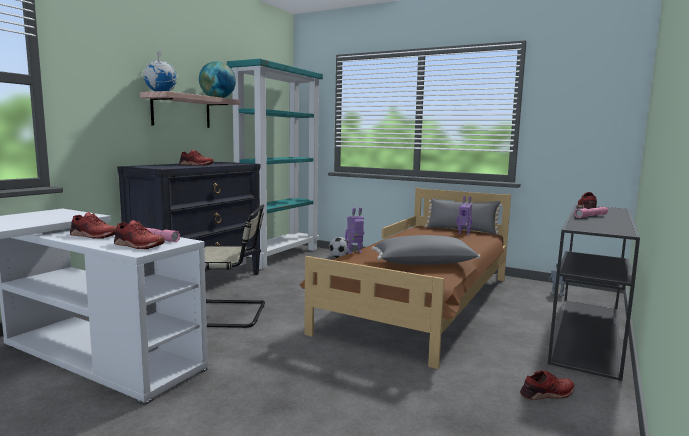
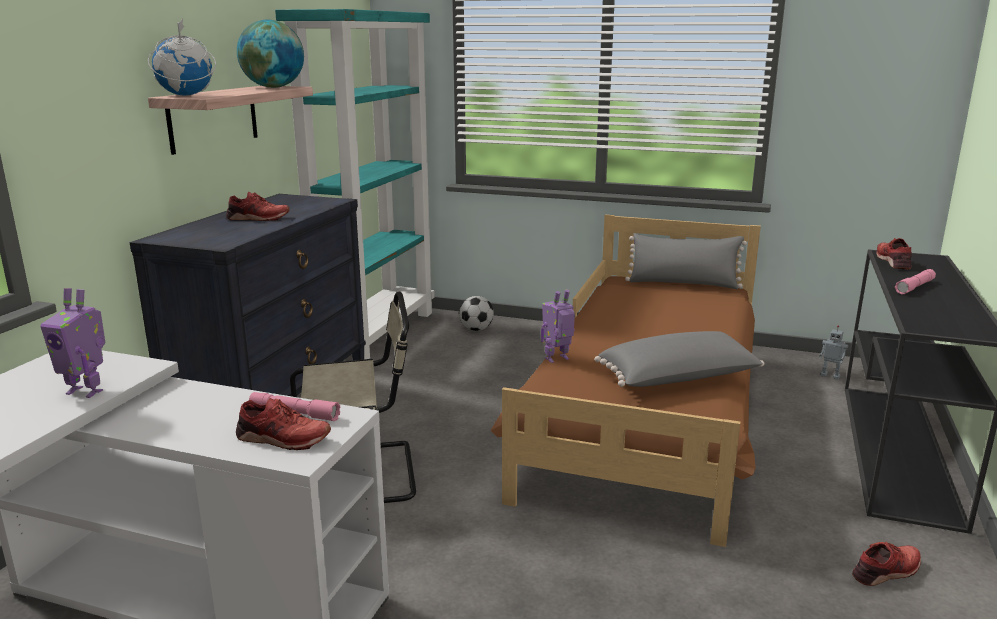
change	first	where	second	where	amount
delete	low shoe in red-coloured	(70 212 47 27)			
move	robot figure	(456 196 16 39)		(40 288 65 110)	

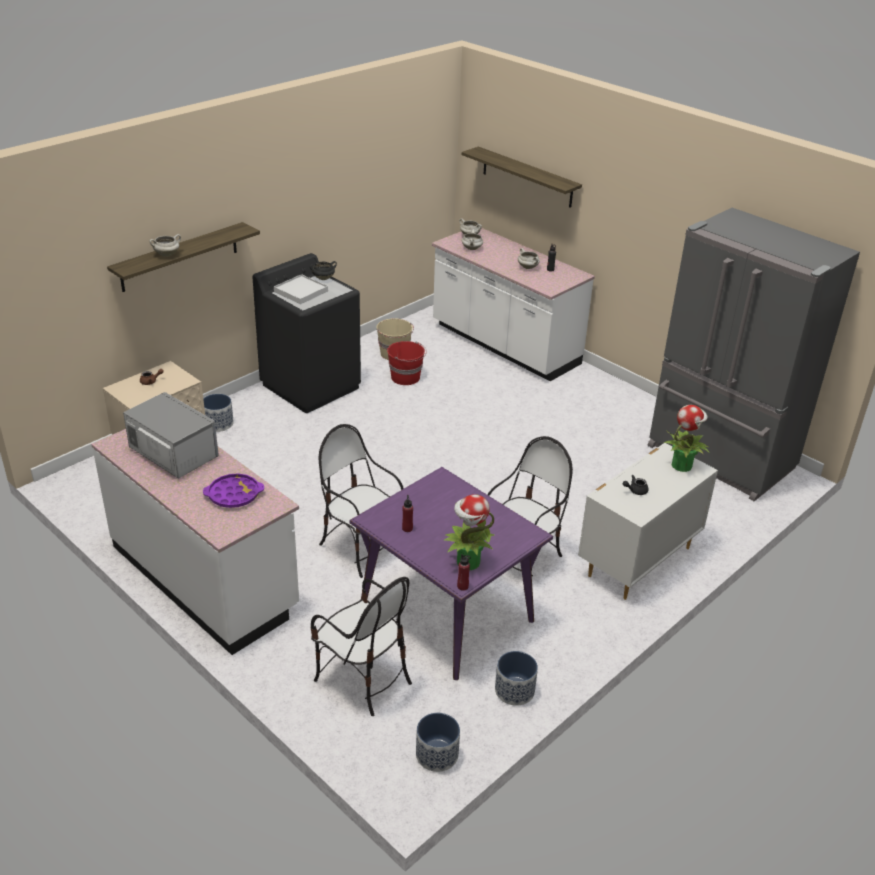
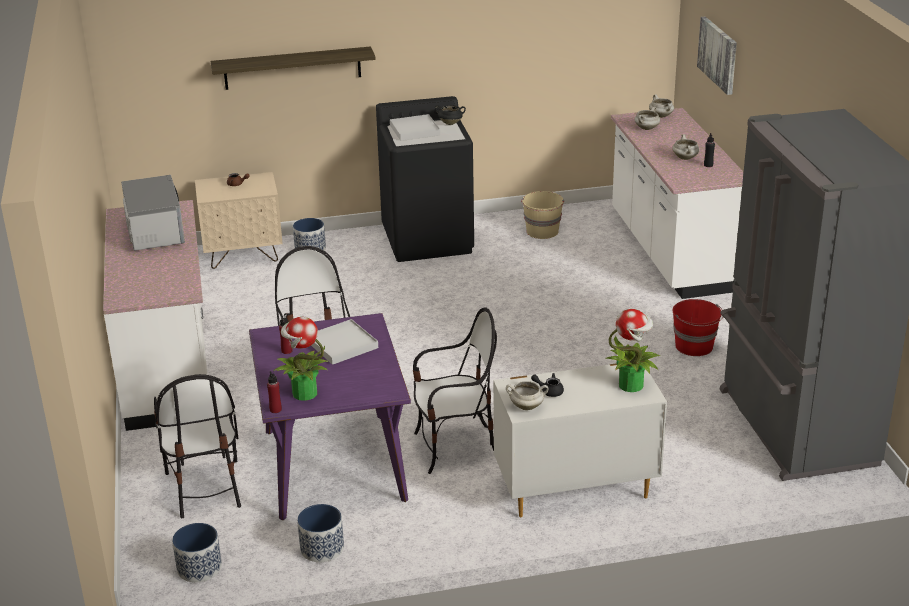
change	first	where	second	where	amount
move	stockpot in white-coloured	(149 234 32 23)		(506 381 43 29)	
delete	tray in purple-coloured	(203 474 61 34)			
move	bucket in red-coloured	(387 341 40 44)		(672 299 51 57)	
replace	wall shelf	(462 147 120 61)	wall picture	(697 16 40 79)	
insert			tray in white-coloured	(311 319 67 46)	

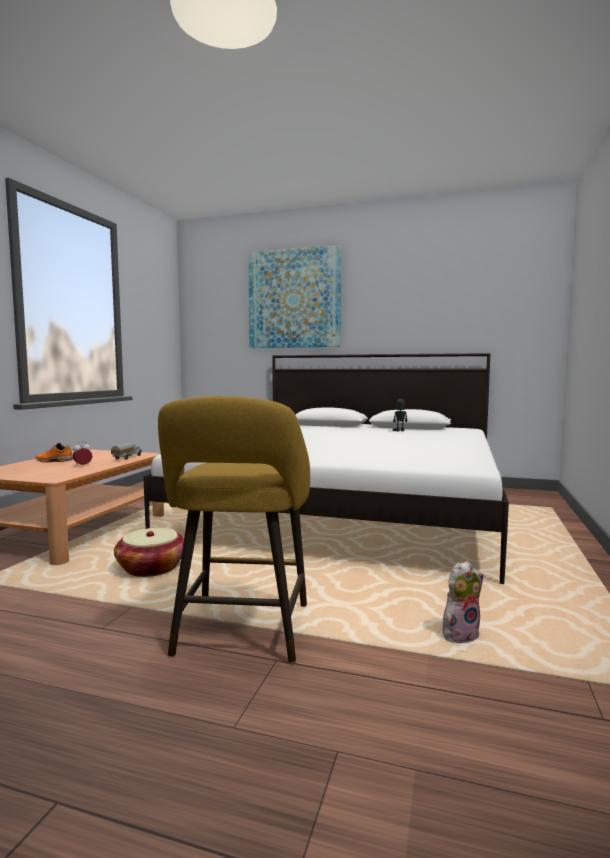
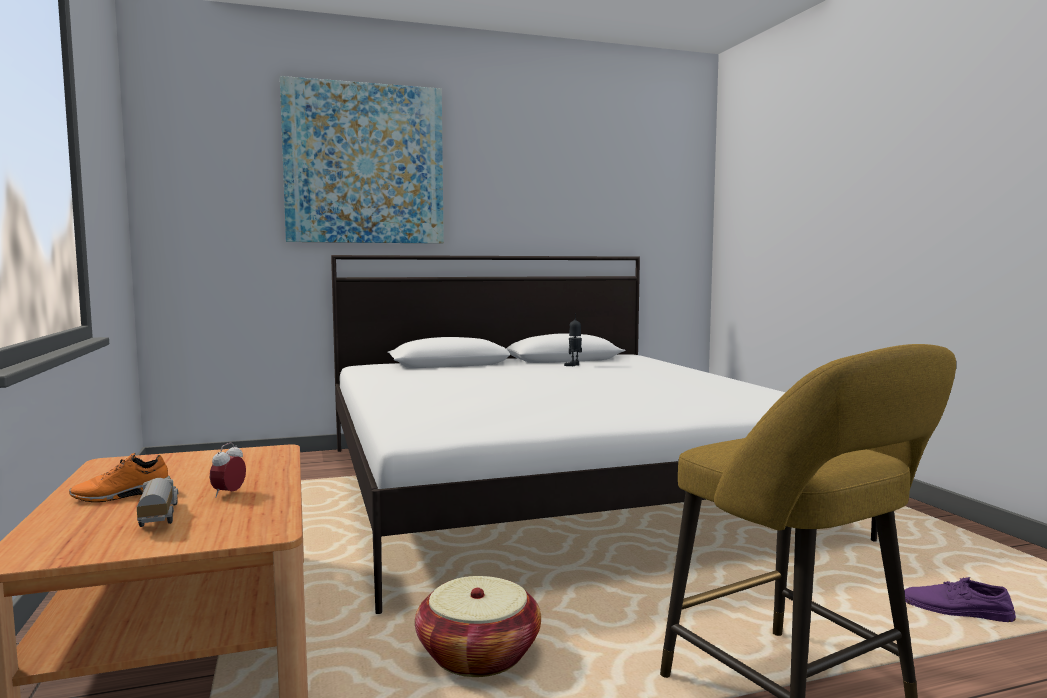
change	first	where	second	where	amount
move	toy lorry	(111 443 32 17)		(137 478 42 49)	
replace	plush toy	(442 561 41 82)	low shoe in purple-coloured	(904 577 112 45)	

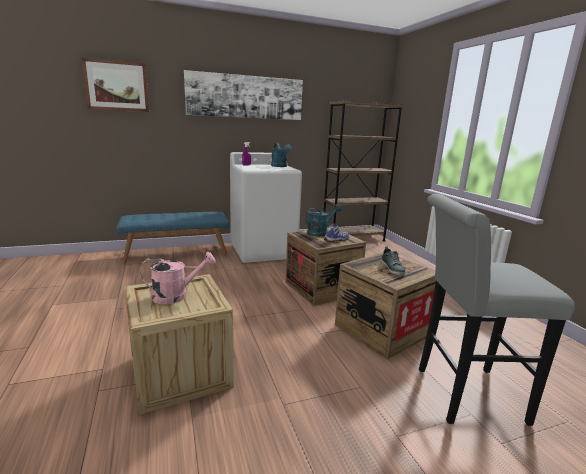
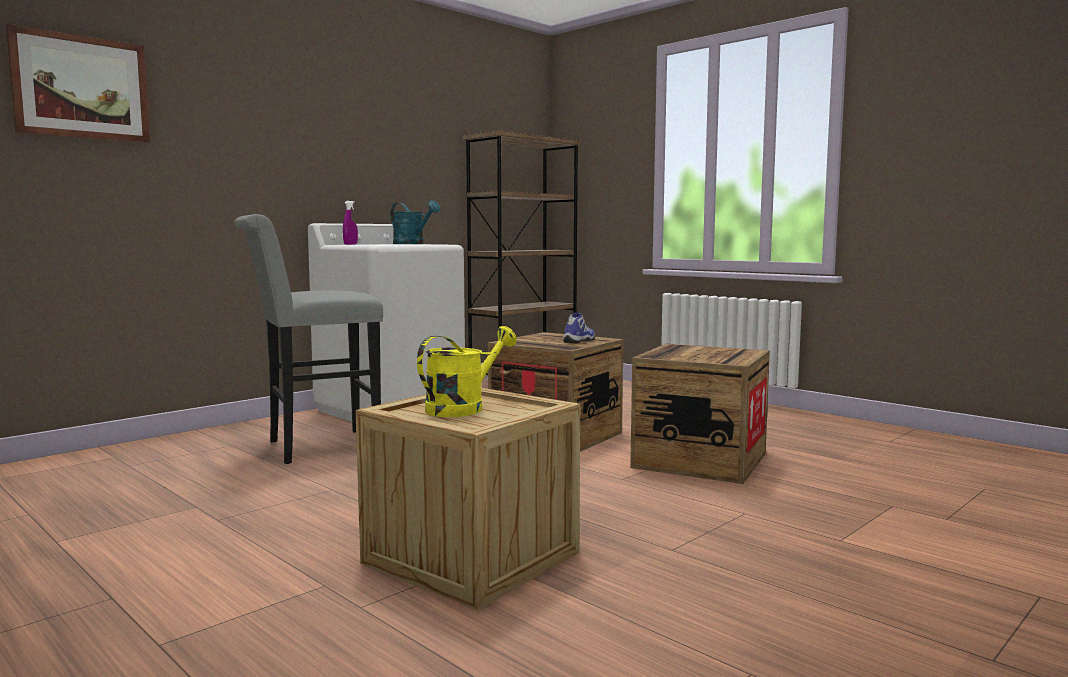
change	first	where	second	where	amount
delete	bench in blue-coloured	(116 212 113 51)			
recolor	sprinkling can in pink	(140 252 75 52)	sprinkling can in yellowish	(417 326 100 91)	
delete	wall picture	(184 70 119 50)			
delete	sprinkling can in turquoise	(305 204 37 32)			
delete	low shoe	(381 246 24 30)			
move	stool seat in grey	(419 194 156 232)		(234 214 149 250)	

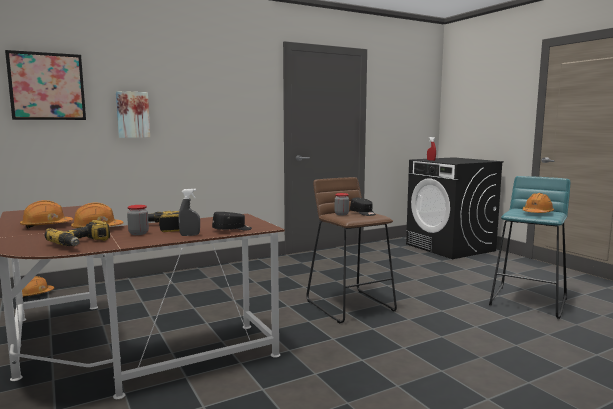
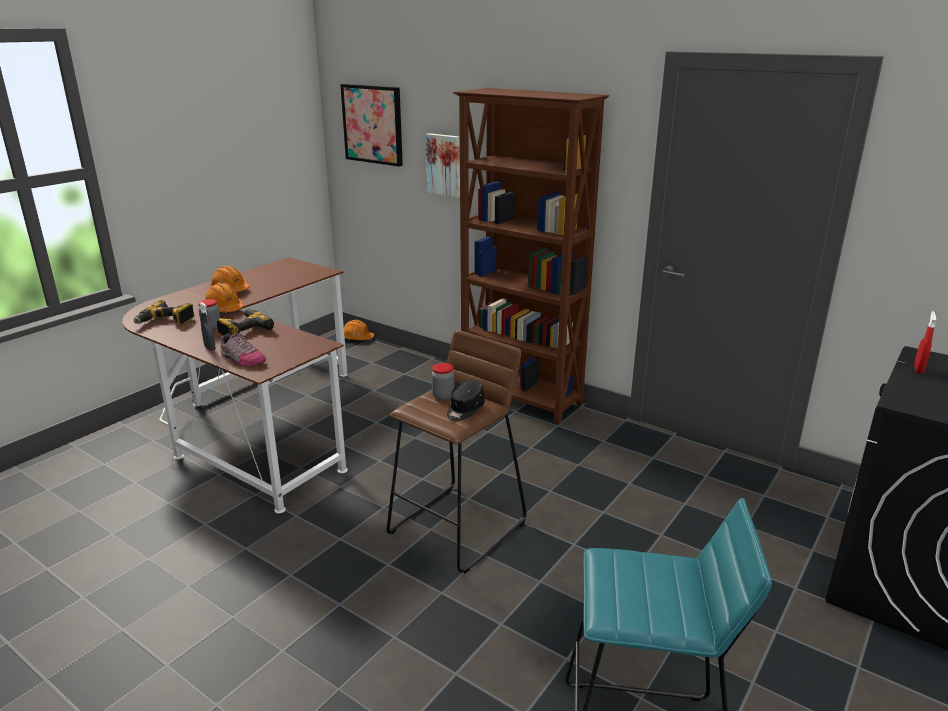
change	first	where	second	where	amount
replace	peaked cap in blackish	(212 212 40 19)	low shoe	(220 333 46 33)	
delete	hard hat in orangey	(522 193 32 20)			
insert			bookshelf in brown-coloured	(453 88 156 336)	

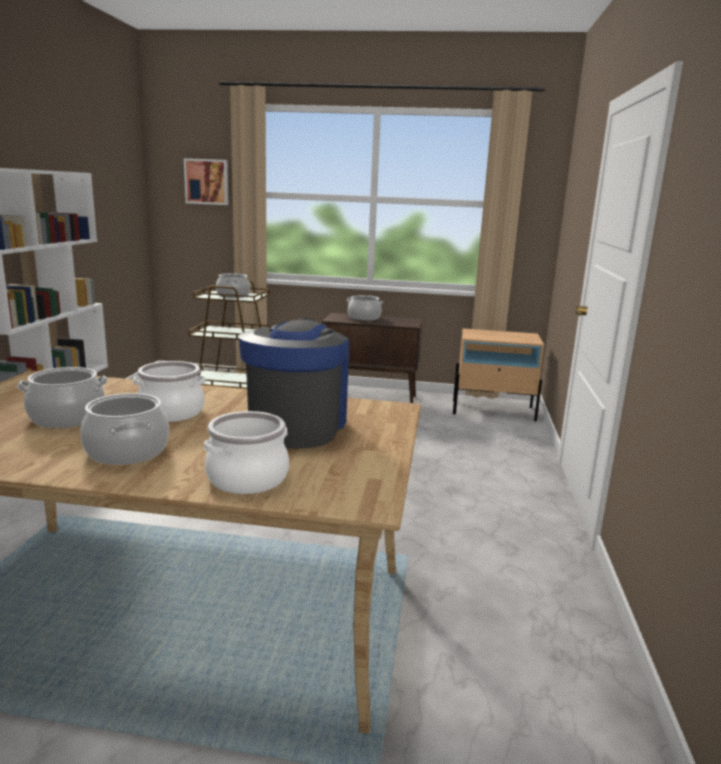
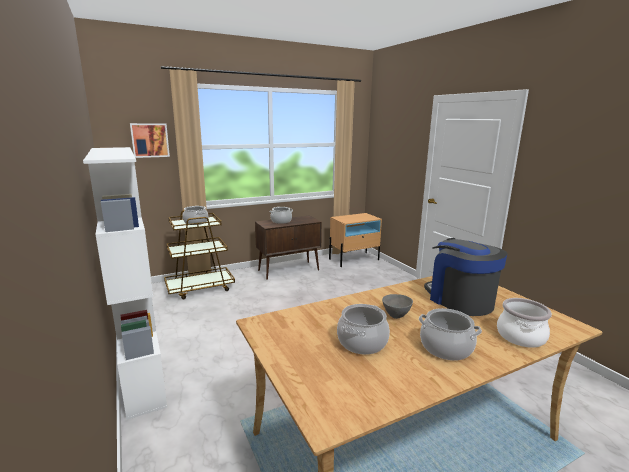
change	first	where	second	where	amount
replace	stockpot	(133 361 73 61)	serving bowl in grey	(382 294 31 25)	

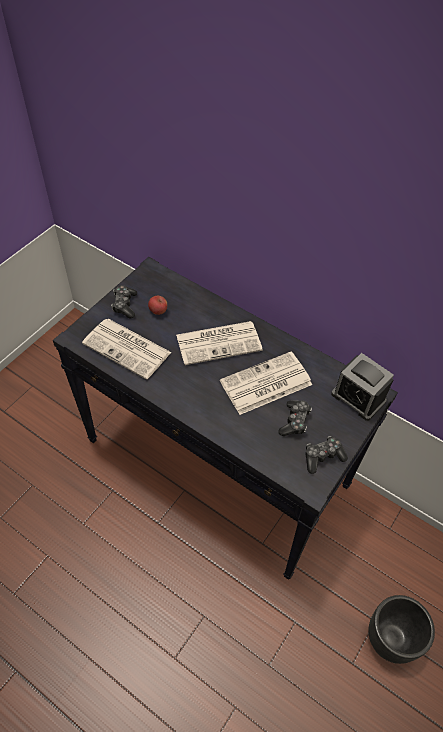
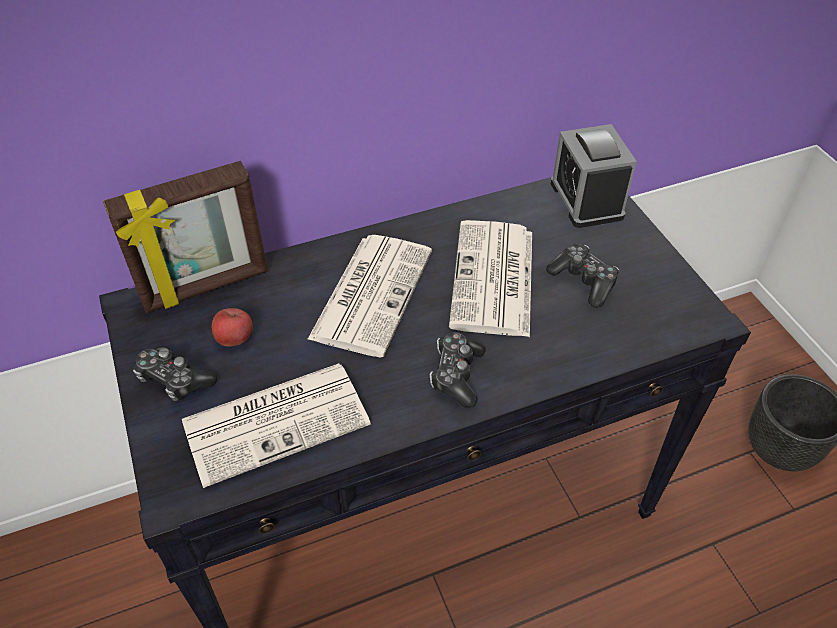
change	first	where	second	where	amount
move	game controller	(305 436 43 38)		(429 332 57 76)	
rotate	alarm clock	(331 353 63 68)		(551 124 86 104)	90 degrees clockwise
insert			standing frame	(103 161 165 152)	

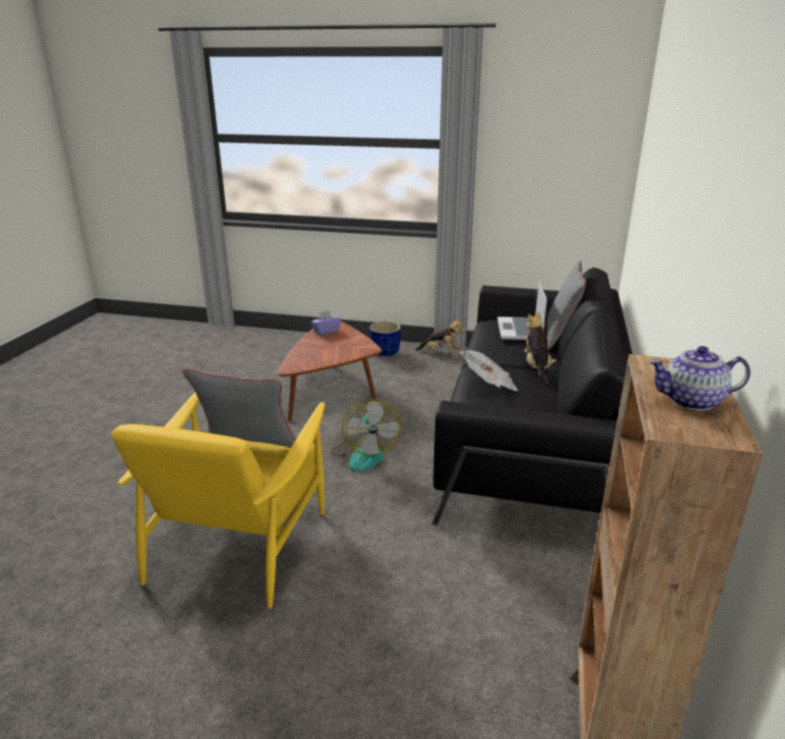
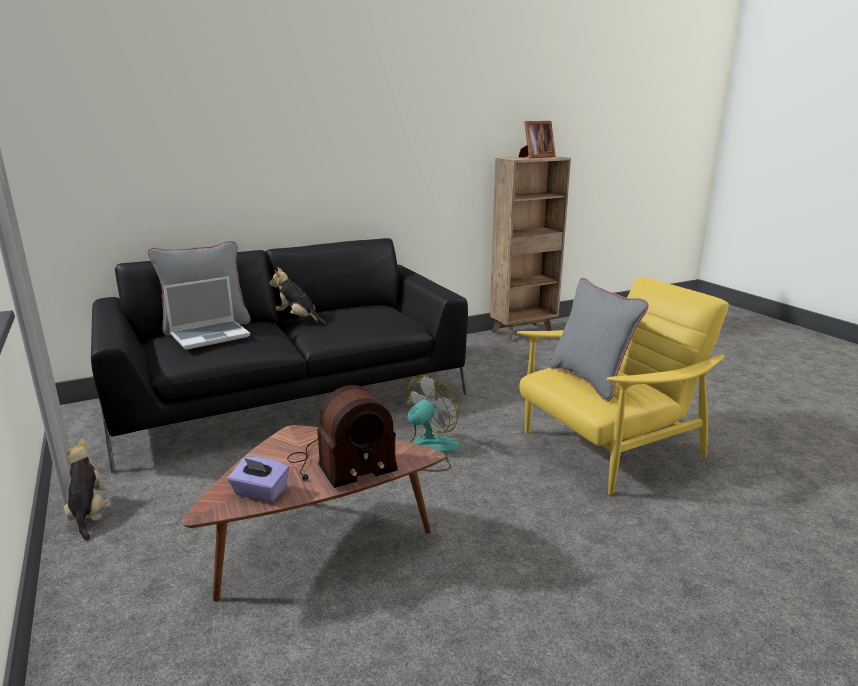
change	first	where	second	where	amount
delete	planter in blue-coloured	(369 321 32 35)			
delete	daily paper	(460 350 58 41)			
rotate	plush toy	(524 312 32 72)		(269 267 57 58)	75 degrees clockwise
replace	tea pot	(649 346 102 65)	standing frame	(519 121 37 37)	
insert			radio	(287 385 111 103)	

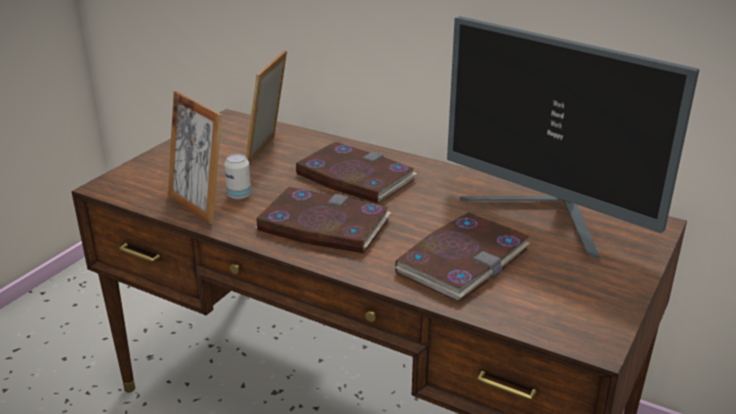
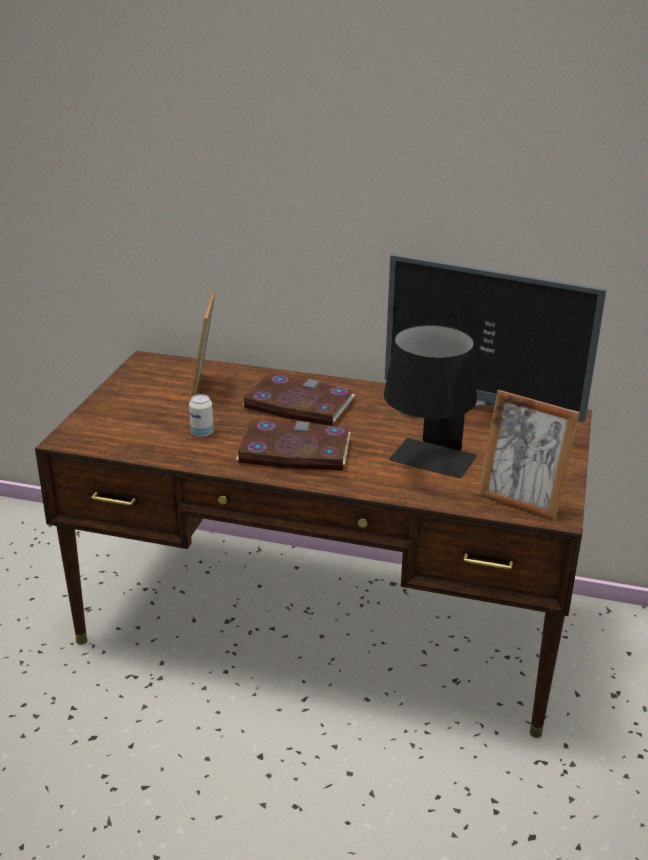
change	first	where	second	where	amount
move	standing frame	(168 91 54 134)		(478 390 102 132)	
replace	book	(395 212 135 90)	table lamp in blackish	(384 325 93 153)	

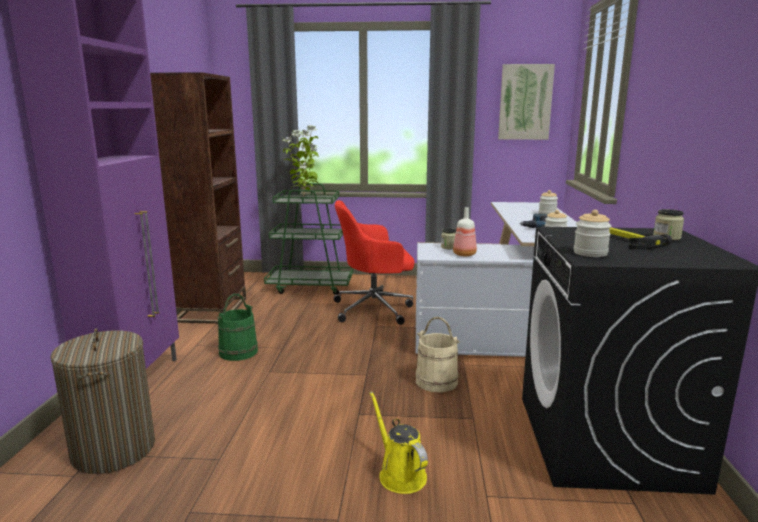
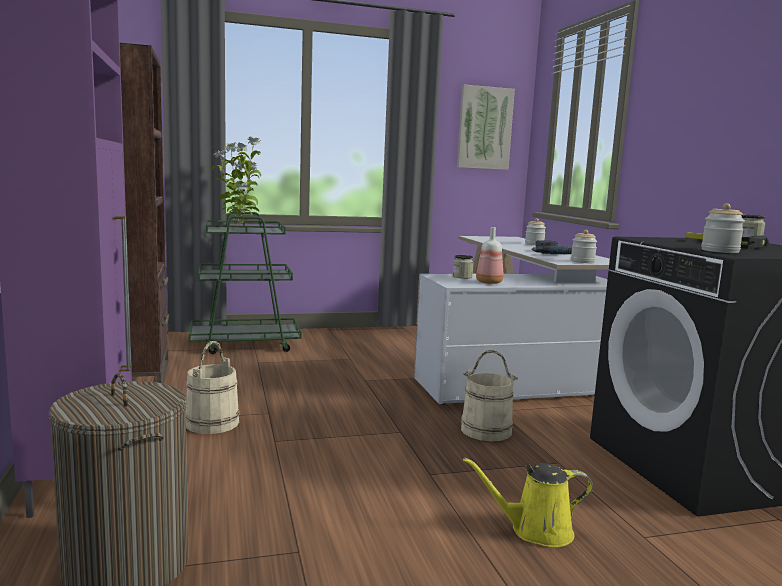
change	first	where	second	where	amount
recolor	bucket in green	(217 294 41 67)	bucket in sand-coloured	(186 341 54 93)	
delete	office chair in red-coloured	(334 200 81 125)			
rotate	sprinkling can in yellowish	(370 391 58 103)		(463 458 130 90)	45 degrees counterclockwise

